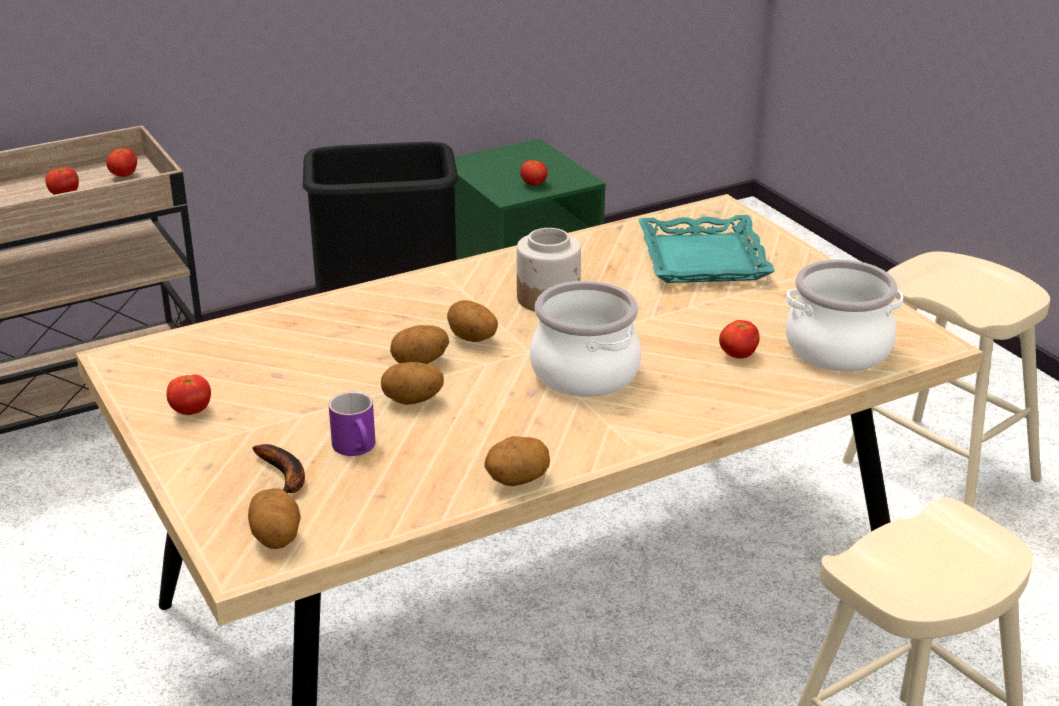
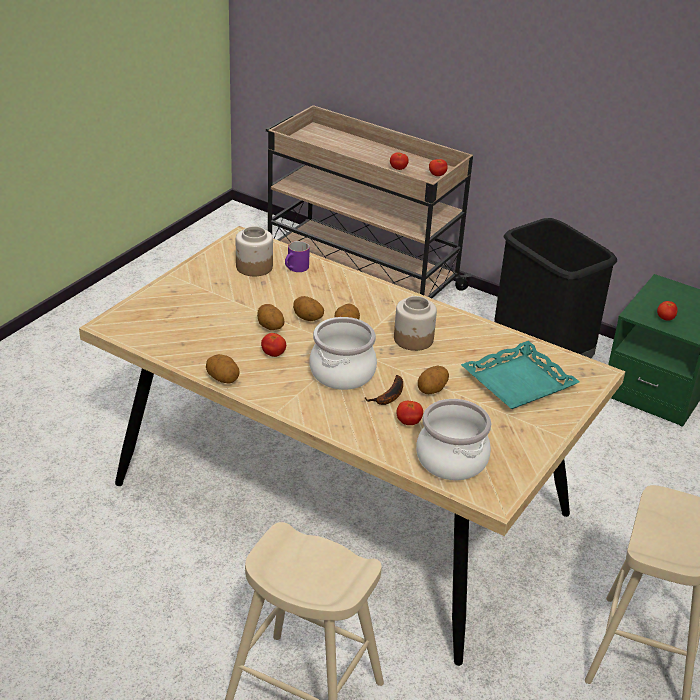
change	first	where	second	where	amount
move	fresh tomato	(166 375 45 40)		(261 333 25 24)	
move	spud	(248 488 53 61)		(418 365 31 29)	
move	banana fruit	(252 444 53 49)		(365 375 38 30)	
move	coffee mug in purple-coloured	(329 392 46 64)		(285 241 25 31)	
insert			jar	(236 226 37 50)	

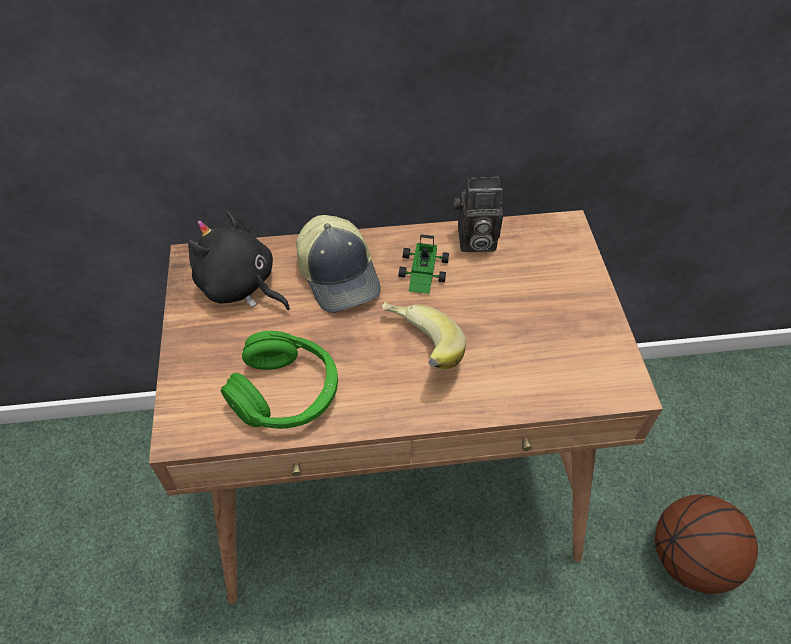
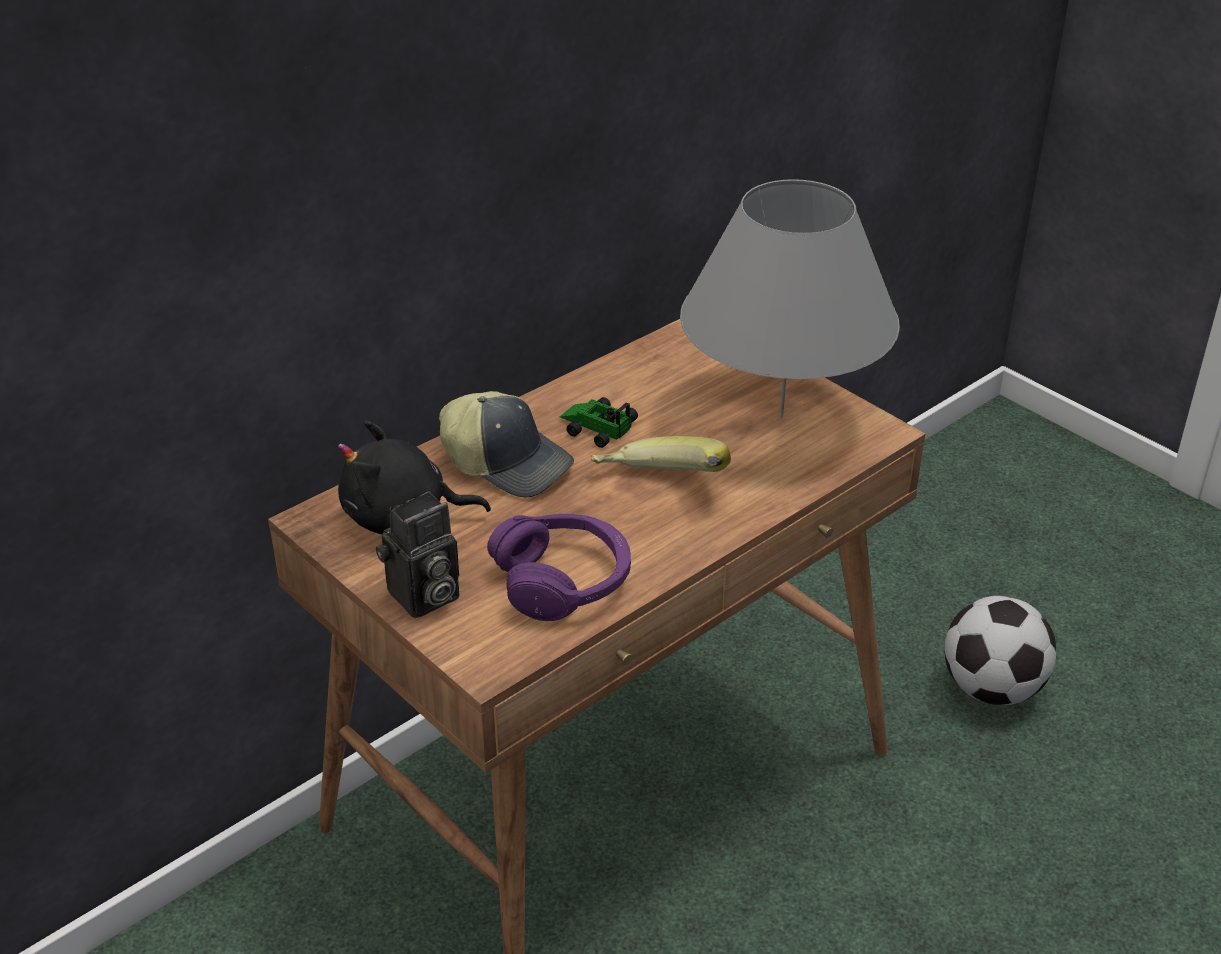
change	first	where	second	where	amount
recolor	headset in green	(221 331 117 98)	headset in purple-coloured	(487 514 144 107)	
rotate	model car	(399 234 50 60)		(560 397 78 51)	150 degrees clockwise
move	photo camera	(454 177 49 75)		(376 491 84 127)	
replace	ball for basketball	(655 495 103 99)	football ball	(945 596 111 109)	
insert			table lamp in grey	(680 179 220 238)	

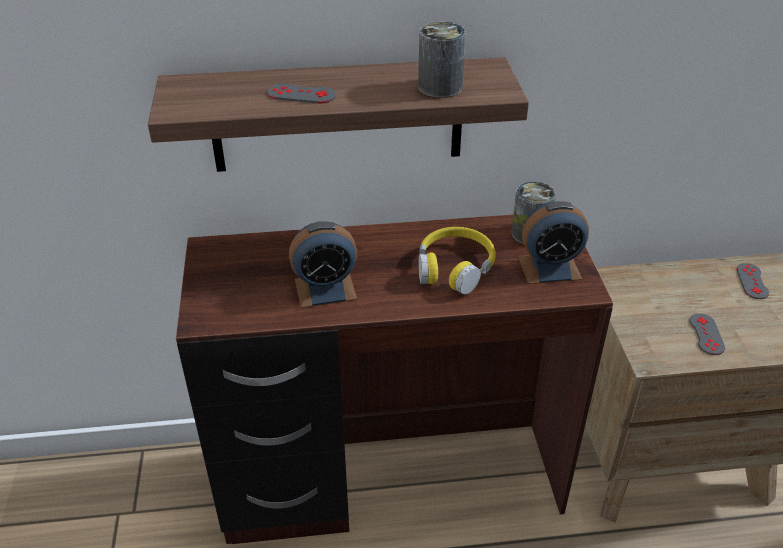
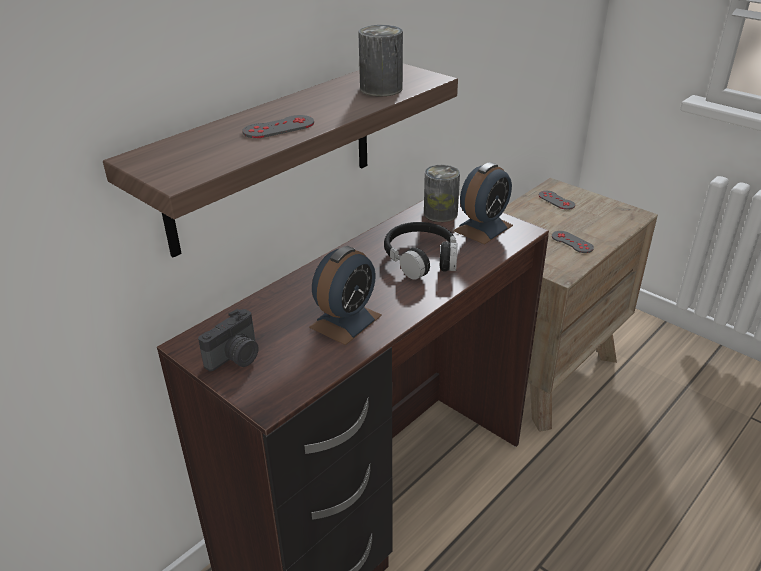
change	first	where	second	where	amount
recolor	headset in yellowish	(418 227 78 68)	headset in blackish	(384 222 74 58)	
insert			photo camera	(198 309 61 62)	

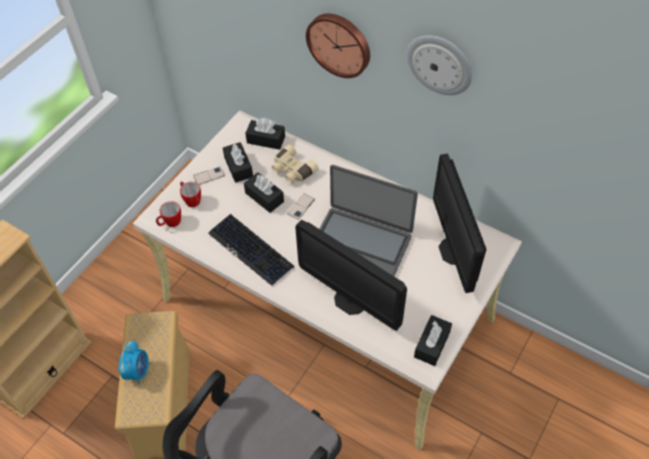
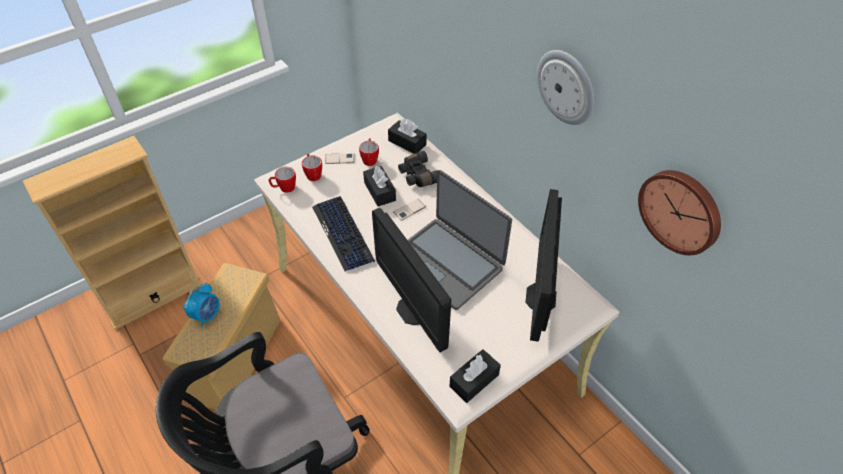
change	first	where	second	where	amount
replace	box of tissues in blackish	(223 142 30 41)	coffee mug	(359 138 20 28)	
recolor	field glasses in sand-coloured	(272 144 47 39)	field glasses in blackish	(398 151 40 36)	
move	clock on the wall	(306 14 64 64)		(638 170 83 85)	

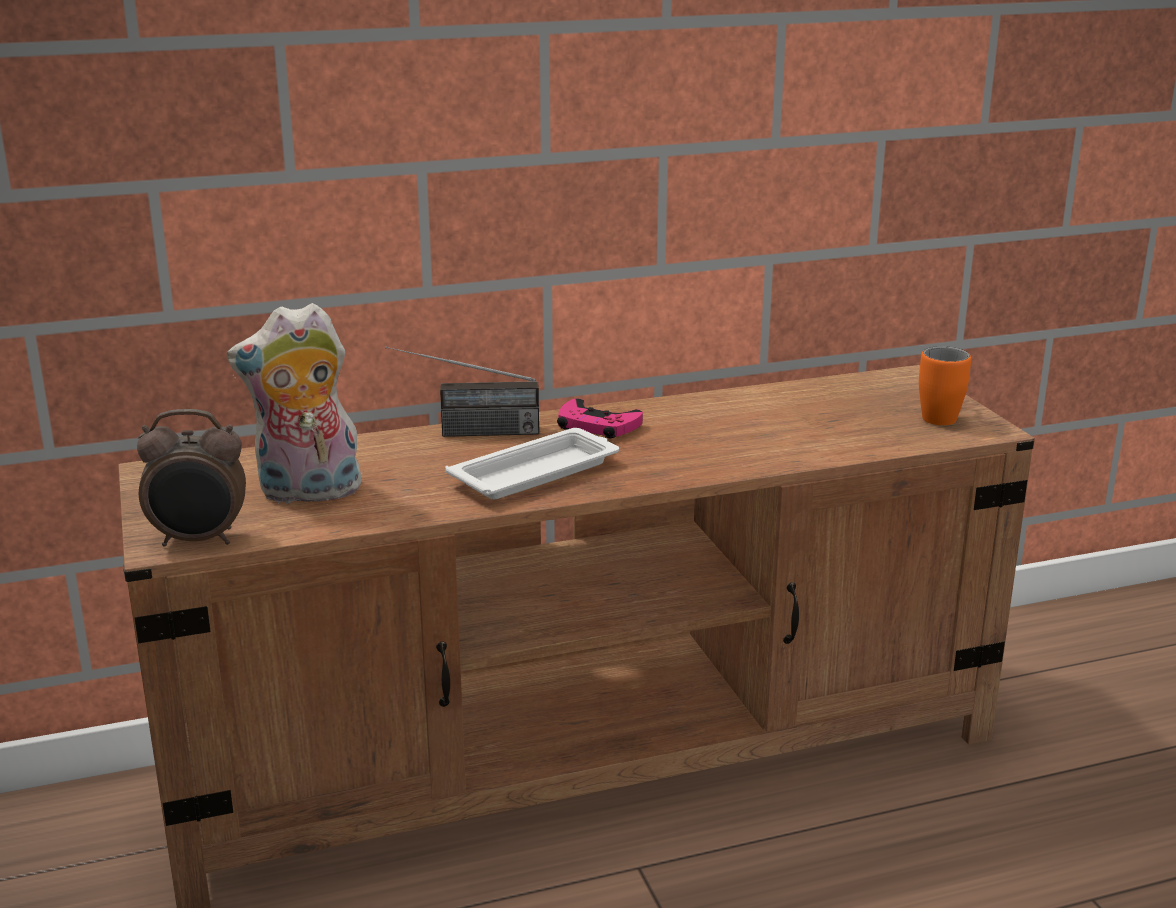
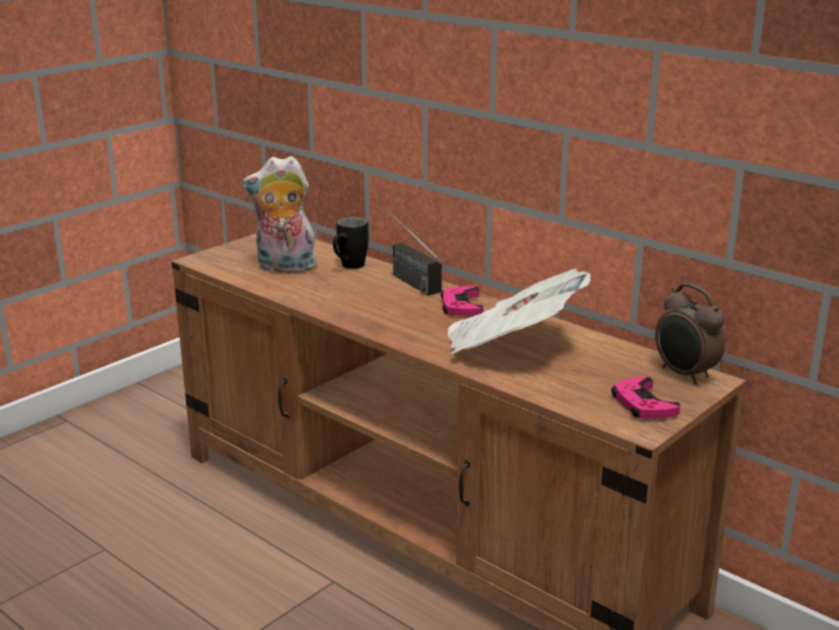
change	first	where	second	where	amount
move	alarm clock	(137 409 109 137)		(655 283 70 102)	
rotate	plush toy	(227 303 139 202)		(242 156 77 117)	45 degrees counterclockwise
delete	tray in white-coloured	(445 428 174 71)			
replace	coffee mug in orangey	(919 346 52 79)	game controller in pink	(611 376 69 42)	
insert			coffee mug in blackish	(333 217 36 52)	
insert			daily paper	(448 269 143 85)	

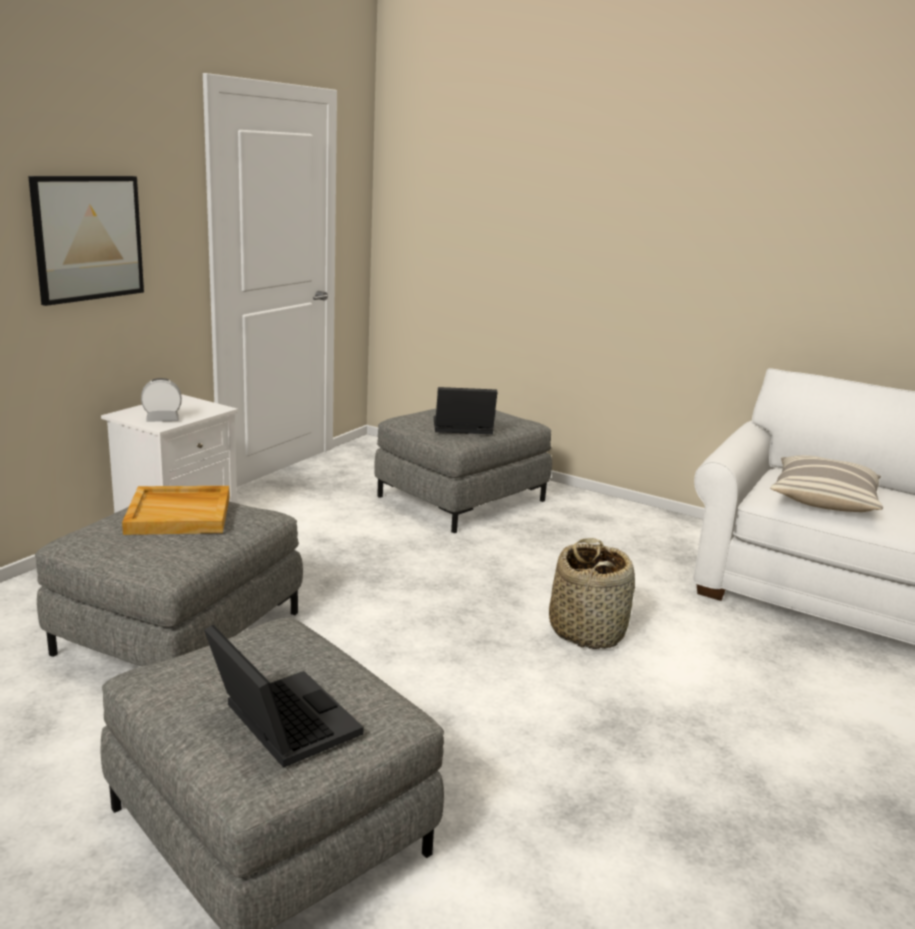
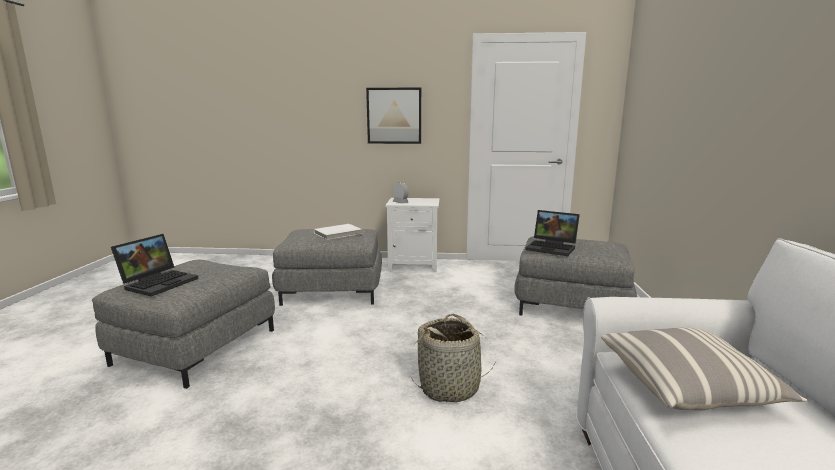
change	first	where	second	where	amount
replace	tray in sand-coloured	(122 486 108 49)	book in white-coloured	(314 224 48 16)	
rotate	portable computer	(434 387 63 47)		(526 210 54 46)	150 degrees clockwise

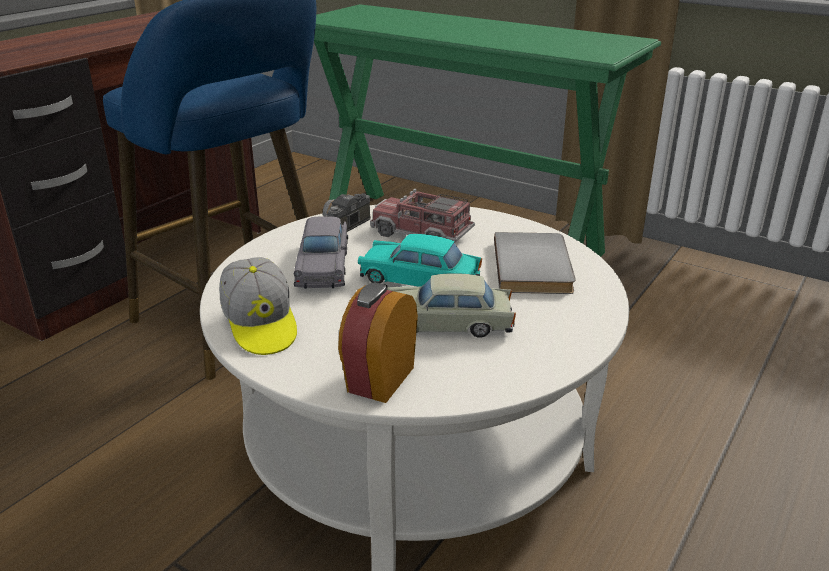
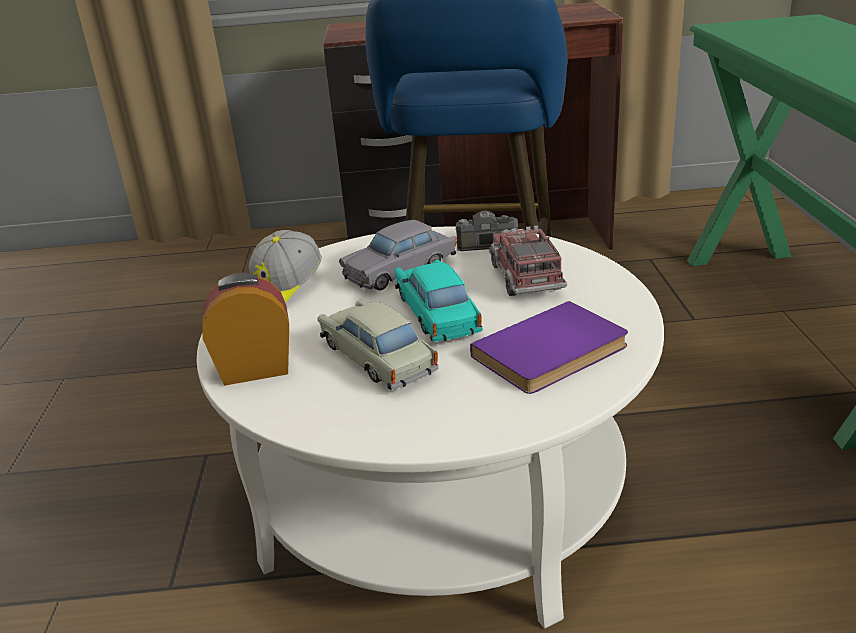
change	first	where	second	where	amount
recolor	book in grey	(494 232 81 62)	book in purple-coloured	(470 301 158 93)	

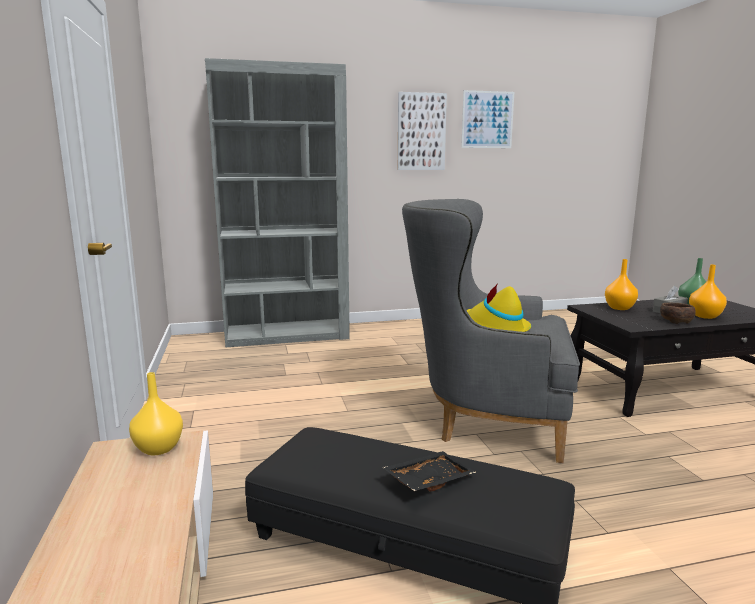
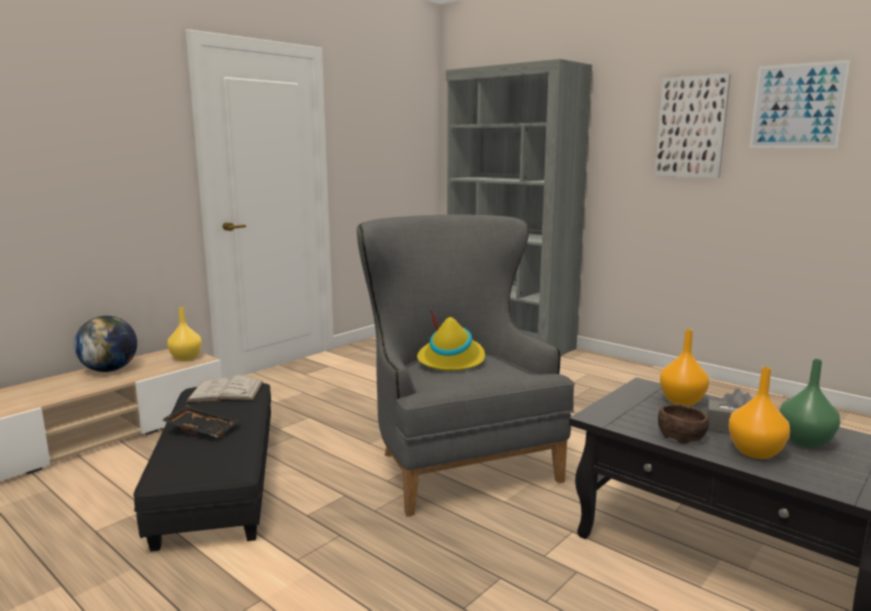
change	first	where	second	where	amount
insert			desk globe	(74 316 63 56)	
insert			book in white-coloured	(186 375 77 27)	

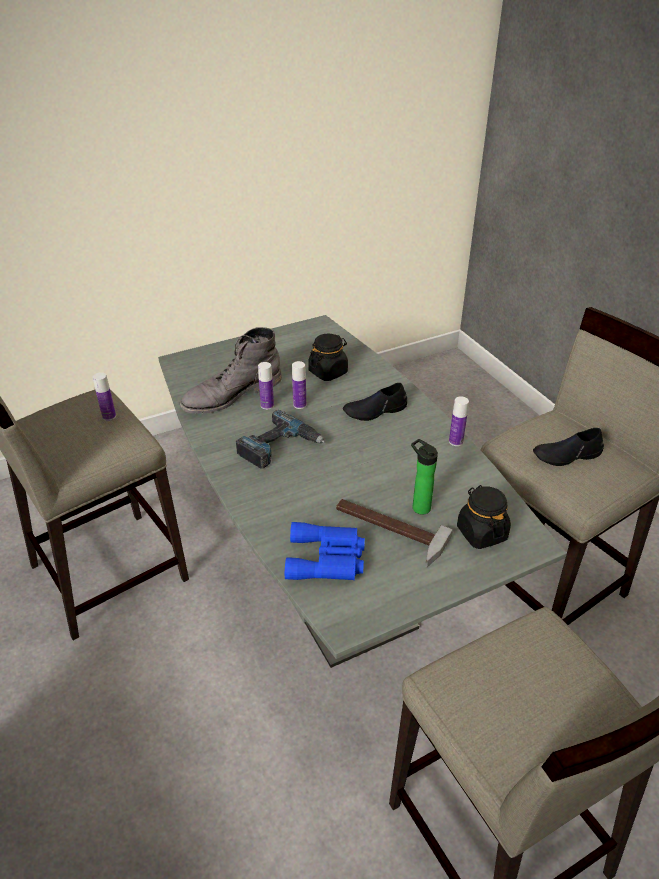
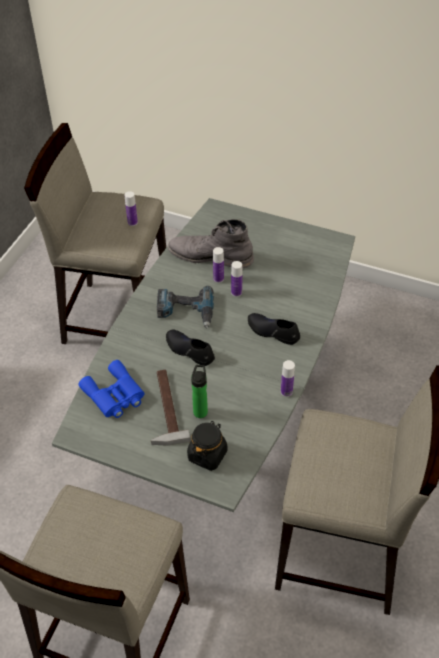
change	first	where	second	where	amount
delete	jar in blackish	(308 334 40 47)			
move	low shoe in blackish	(533 428 71 38)		(166 330 49 36)	

